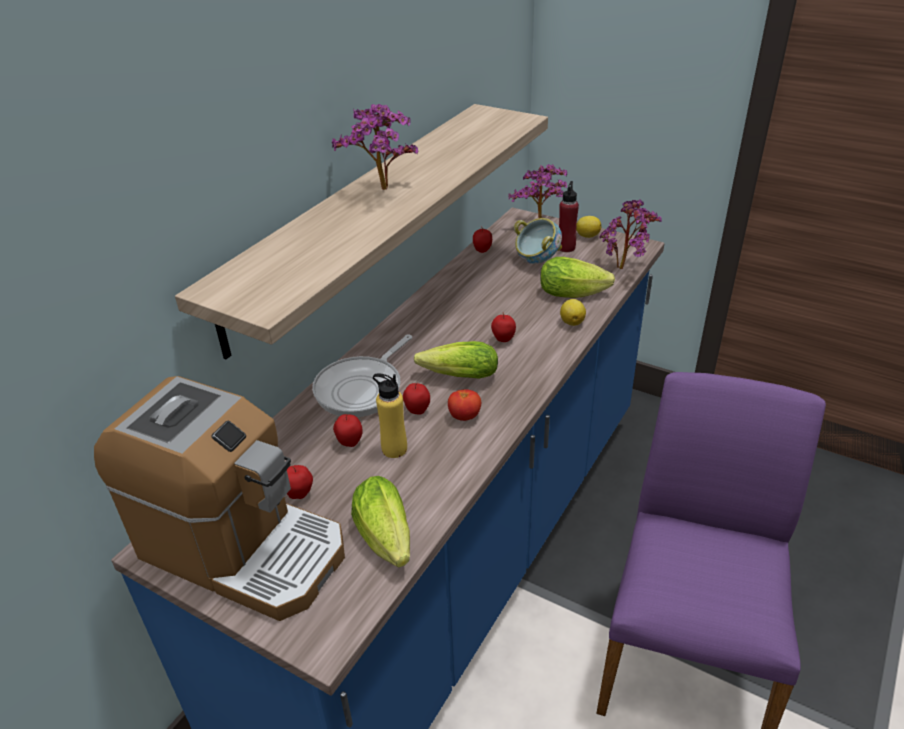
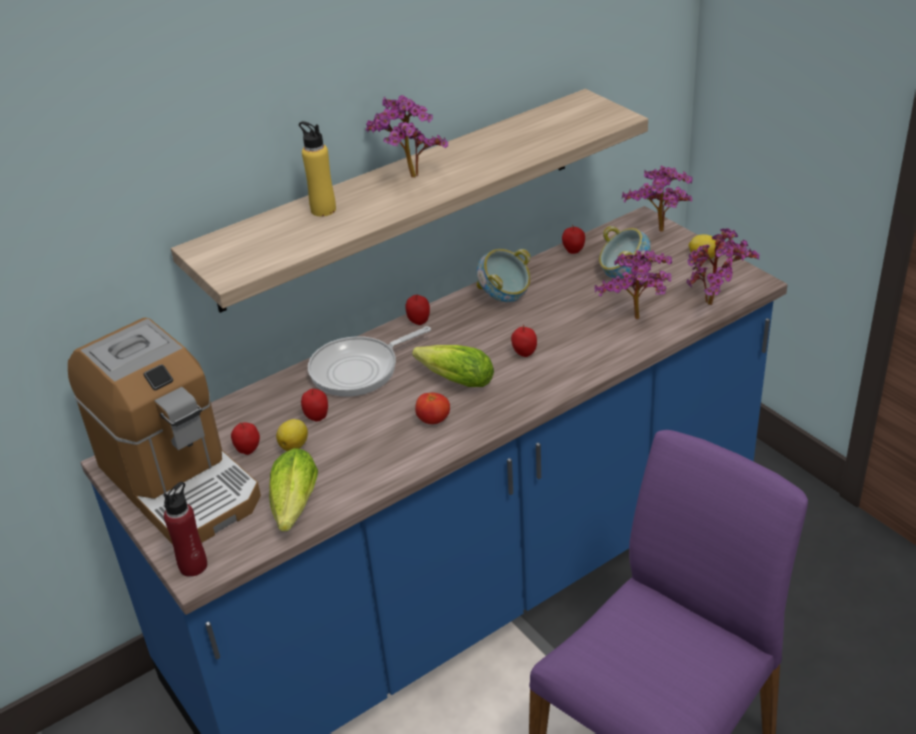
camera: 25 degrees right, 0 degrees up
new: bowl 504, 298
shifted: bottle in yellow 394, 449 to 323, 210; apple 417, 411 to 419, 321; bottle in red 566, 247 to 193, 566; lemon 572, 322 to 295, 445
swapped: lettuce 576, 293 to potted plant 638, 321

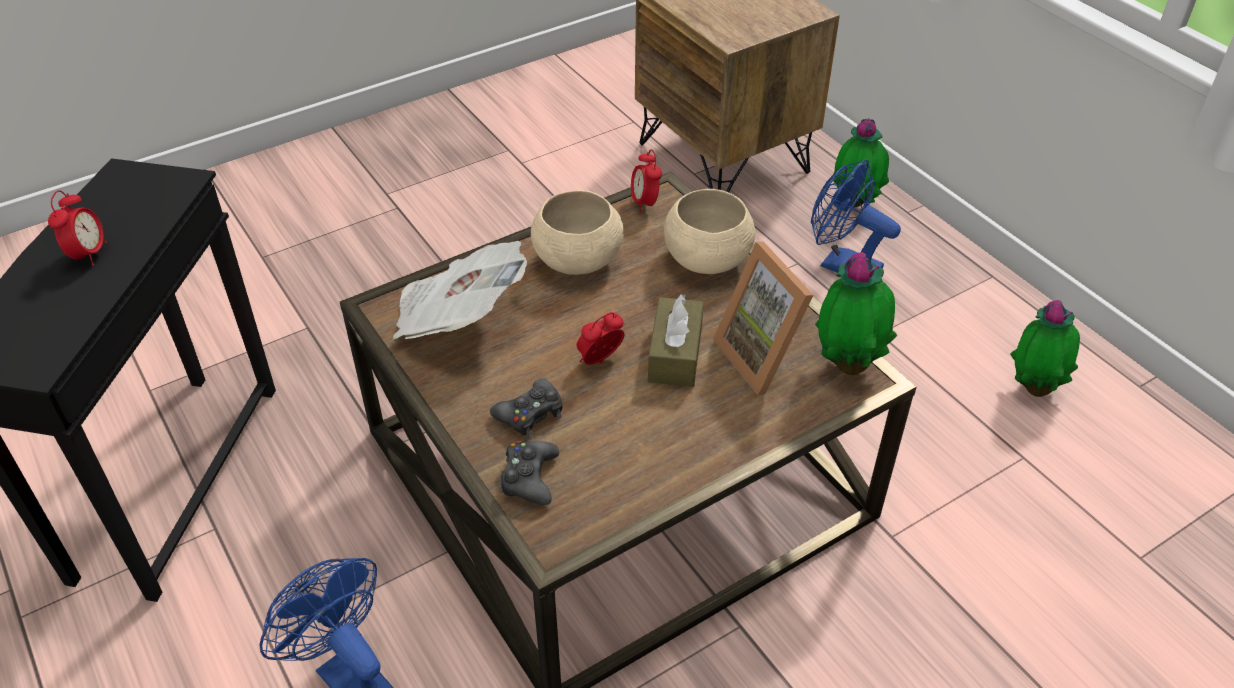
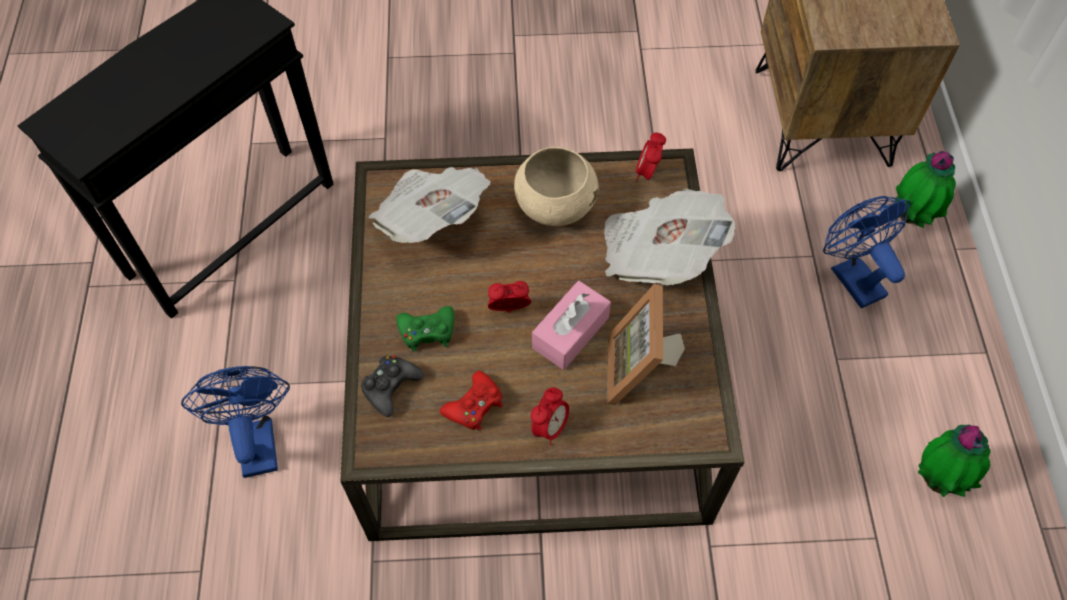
camera: 30 degrees right, 15 degrees up
gone: potted plant 848, 364
new: game controller in red 474, 406
shifted: alarm clock 88, 254 to 549, 427
swapped: bowl in beige 705, 260 to newspaper 658, 253
repainted: game controller in black 530, 414 to game controller in green 427, 331; tissue box in brown 675, 354 to tissue box in pink 570, 332

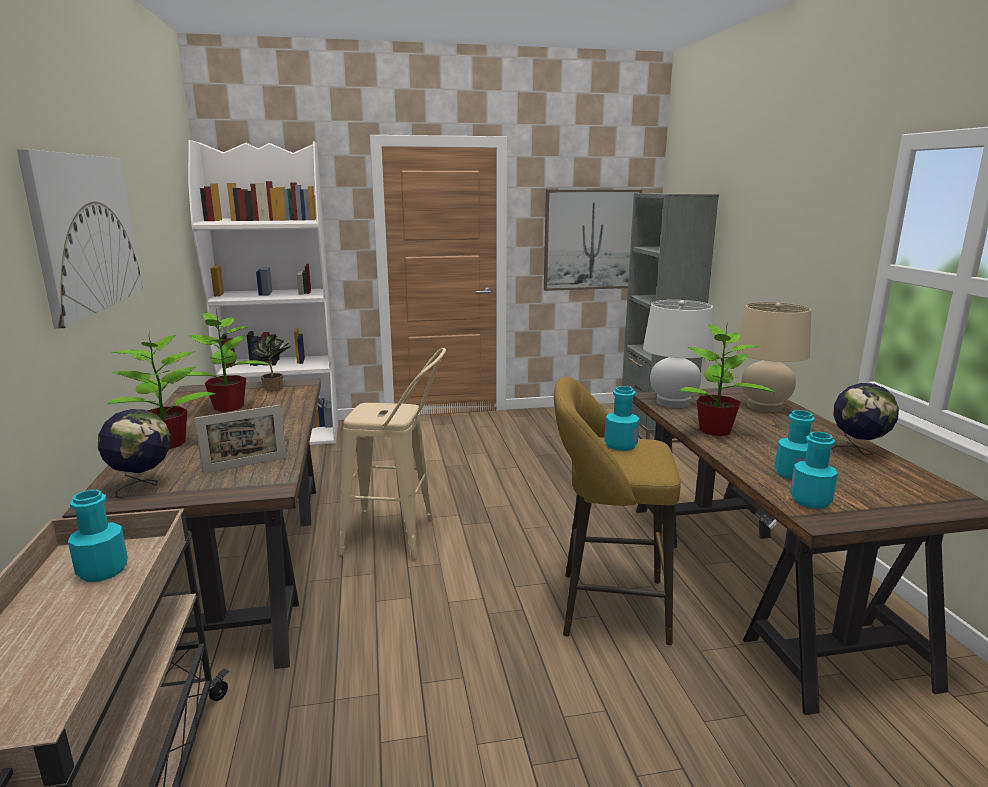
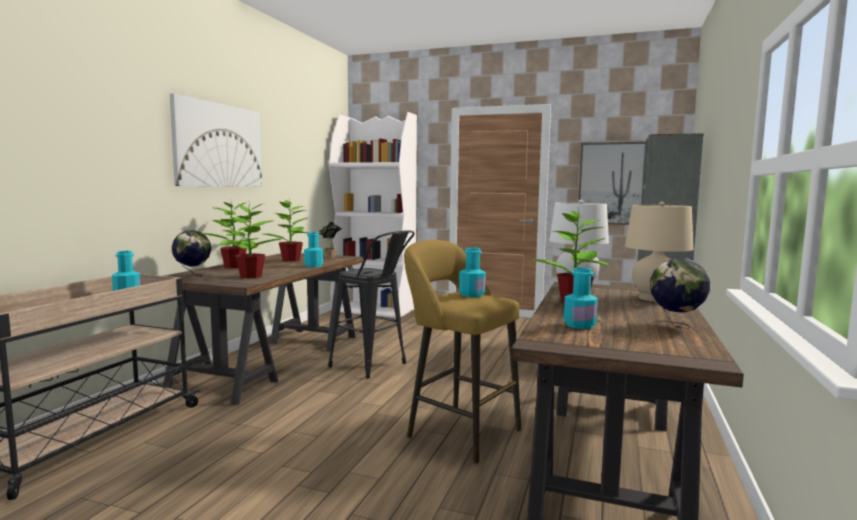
camera: 30 degrees right, 10 degrees down
shifted: bottle in turquoise 810, 501 to 313, 266
swapped: picture frame 245, 465 to potted plant 250, 276
repainted: stool in beige 399, 537 to stool in black 373, 367

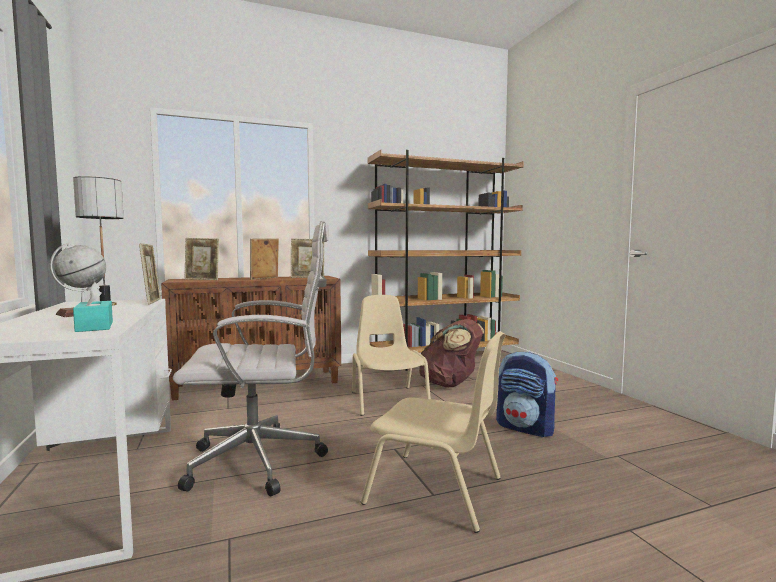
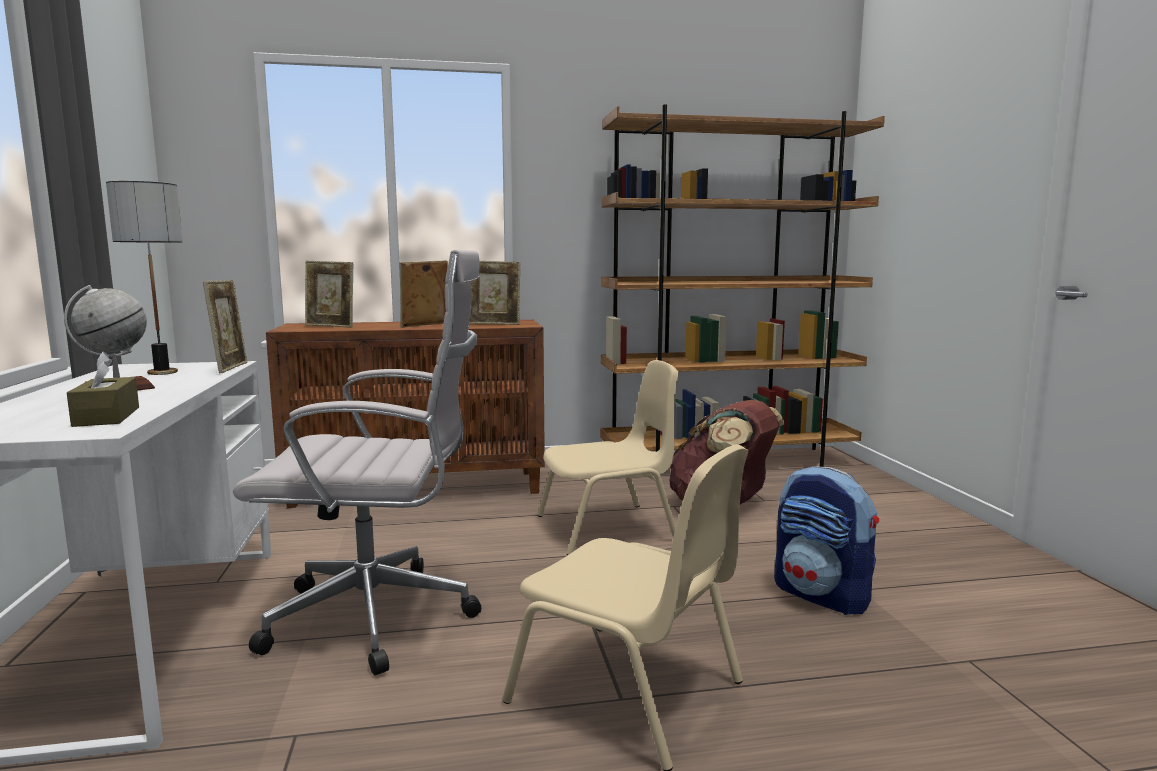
camera: 10 degrees right, 5 degrees up
repainted: tissue box in turquoise 95, 326 to tissue box in brown 107, 417
rotated: chair in beige 388, 400 = 608, 528 75 degrees clockwise

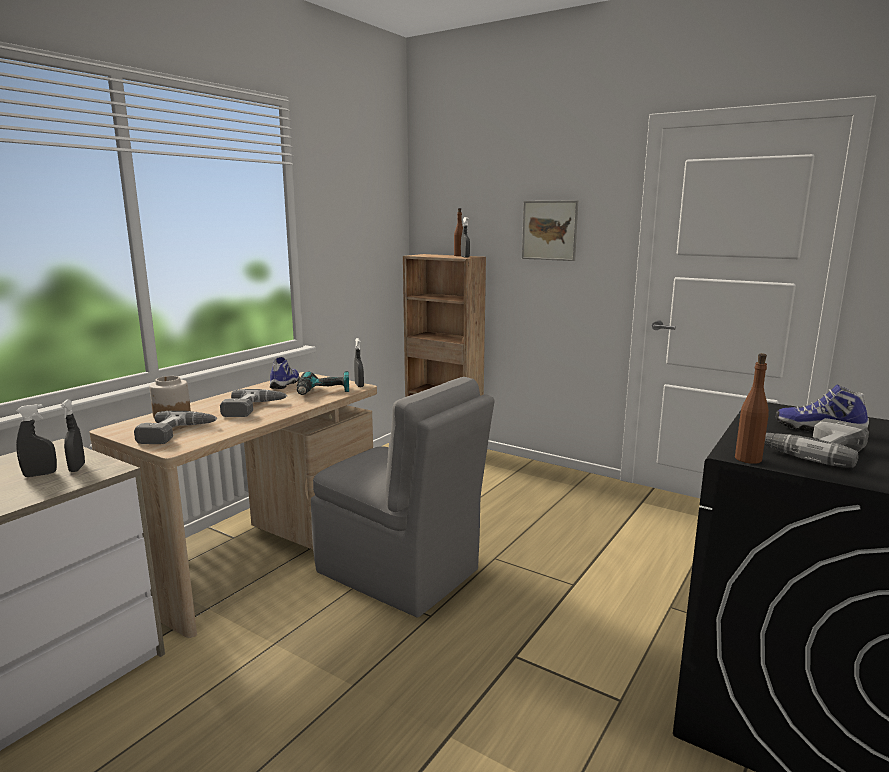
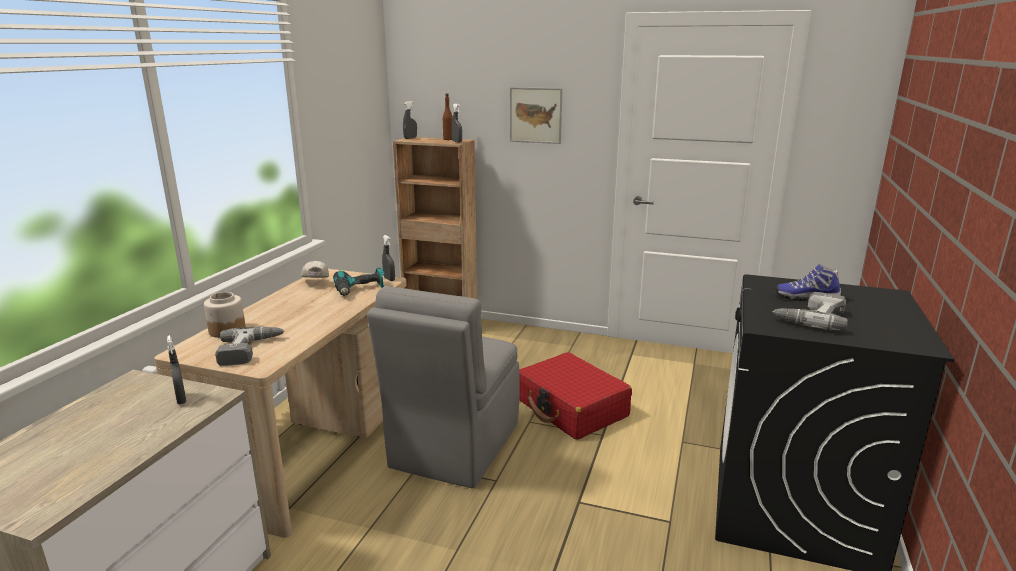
camera: 15 degrees left, 5 degrees up
gone: power drill 254, 409; bottle in brown 748, 459
new: suitcase in red 571, 408
shifted: spray bottle in grey 40, 474 to 410, 138
swapped: shoe 286, 384 to cap in white 315, 284
rotated: chair in grey 400, 573 = 453, 447 90 degrees clockwise

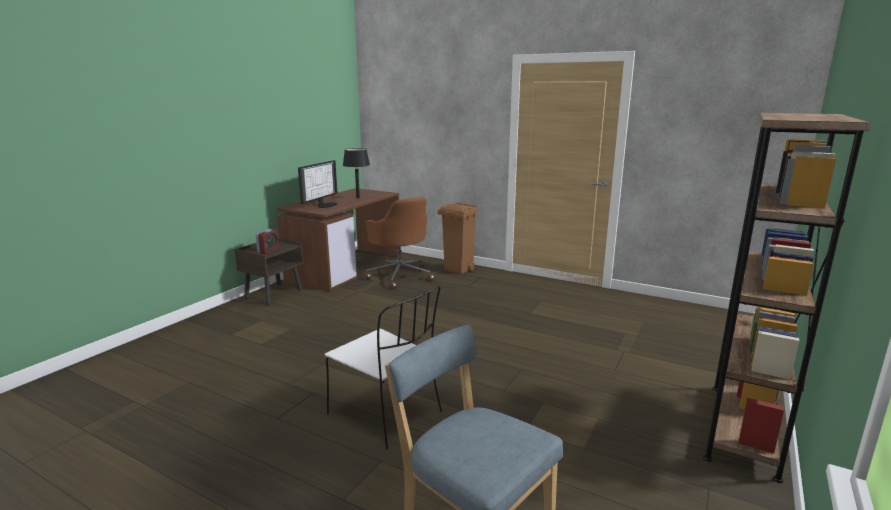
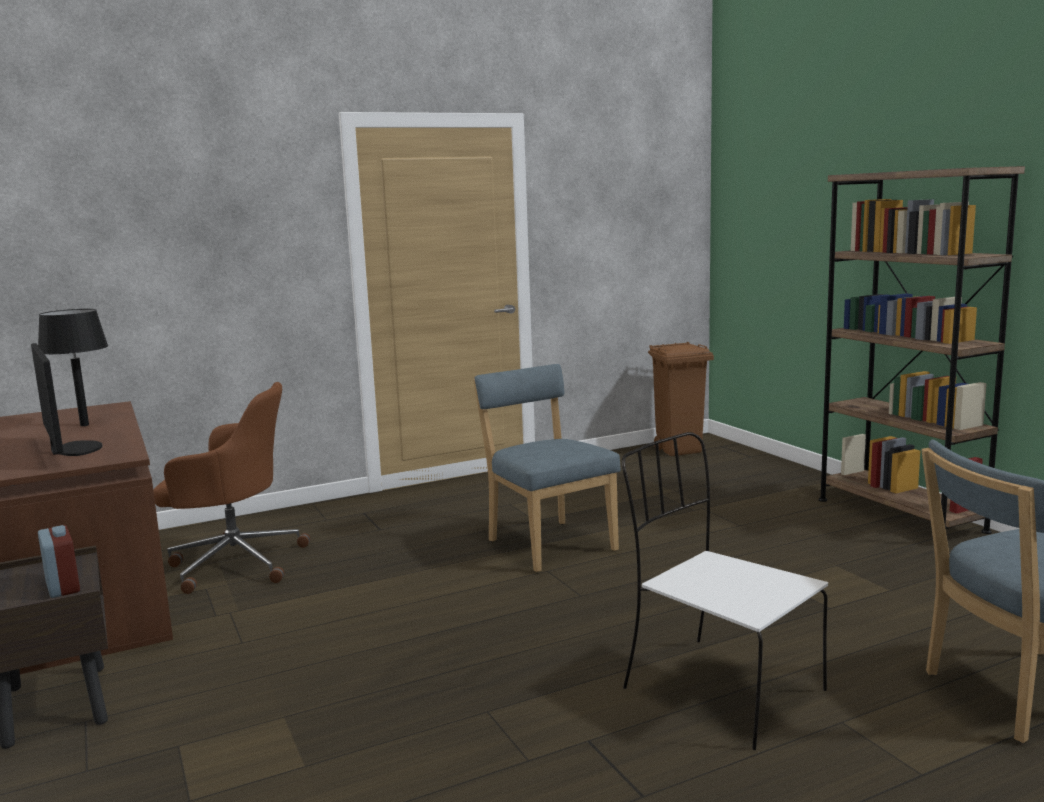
camera: 55 degrees left, 5 degrees down
new: chair in blue 548, 544
shifted: trash can in brown 459, 270 to 679, 450
rotated: chair in white 387, 414 = 718, 688 120 degrees counterclockwise

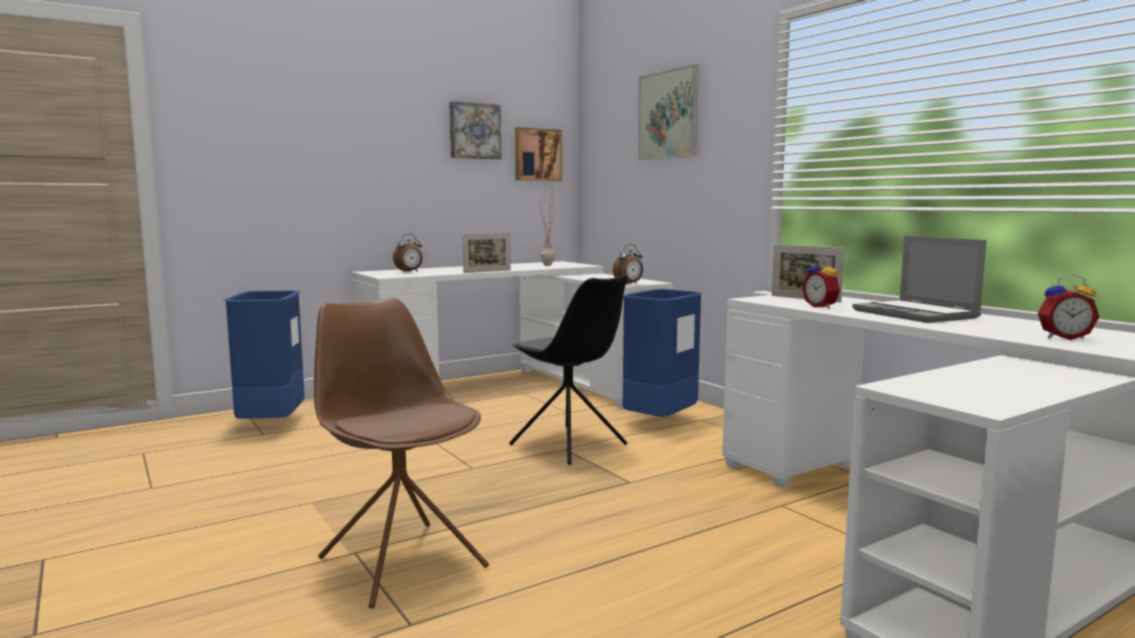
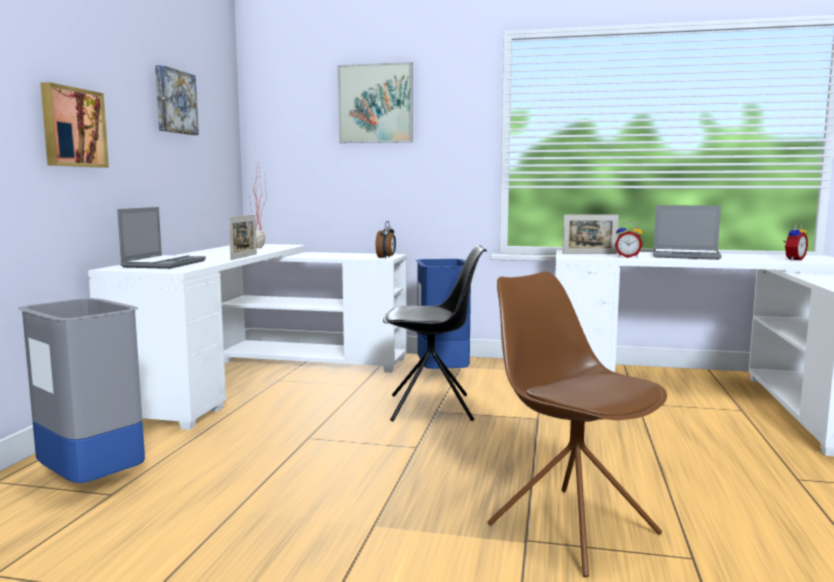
camera: 45 degrees left, 0 degrees up
shifted: picture 537, 155 to 72, 127
swapped: alarm clock 409, 272 to laptop 164, 264
repainted: trash can in blue 271, 425 to trash can in grey 91, 483
rotated: chair in brown 401, 561 = 570, 527 45 degrees clockwise

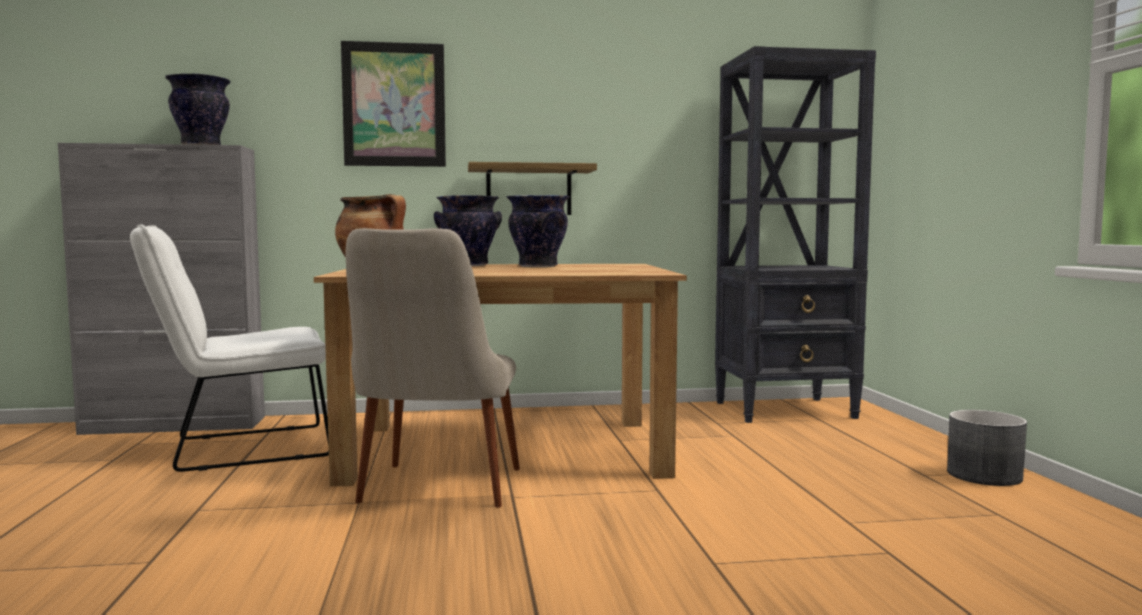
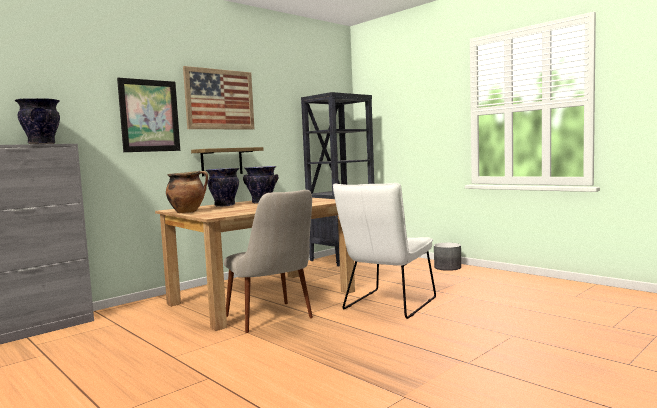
camera: 35 degrees left, 0 degrees up
new: picture 220, 99
shifted: chair in white 239, 449 to 387, 305

